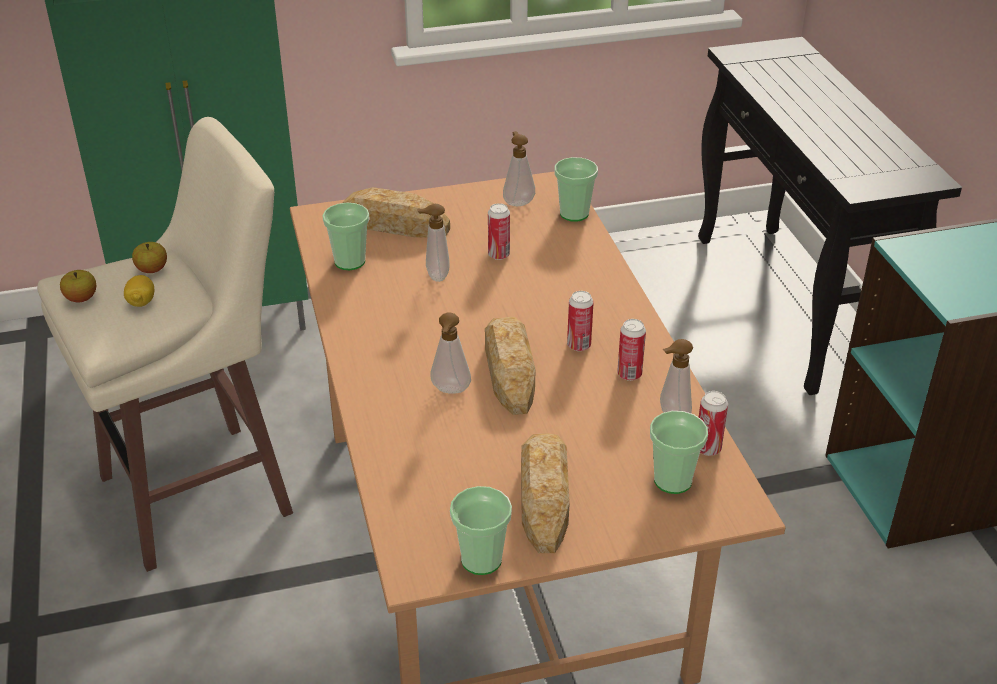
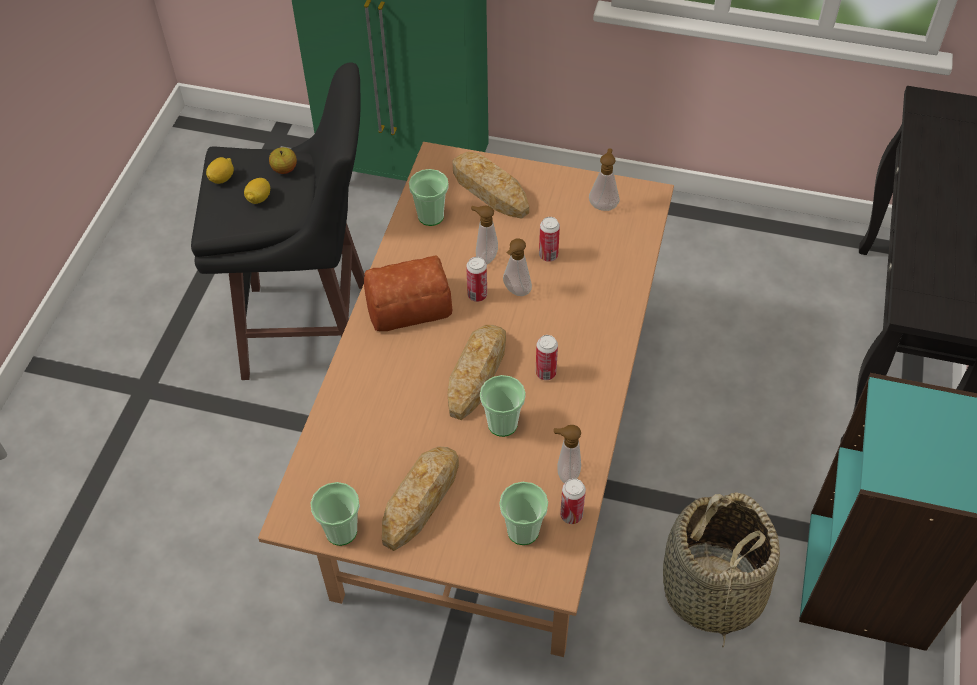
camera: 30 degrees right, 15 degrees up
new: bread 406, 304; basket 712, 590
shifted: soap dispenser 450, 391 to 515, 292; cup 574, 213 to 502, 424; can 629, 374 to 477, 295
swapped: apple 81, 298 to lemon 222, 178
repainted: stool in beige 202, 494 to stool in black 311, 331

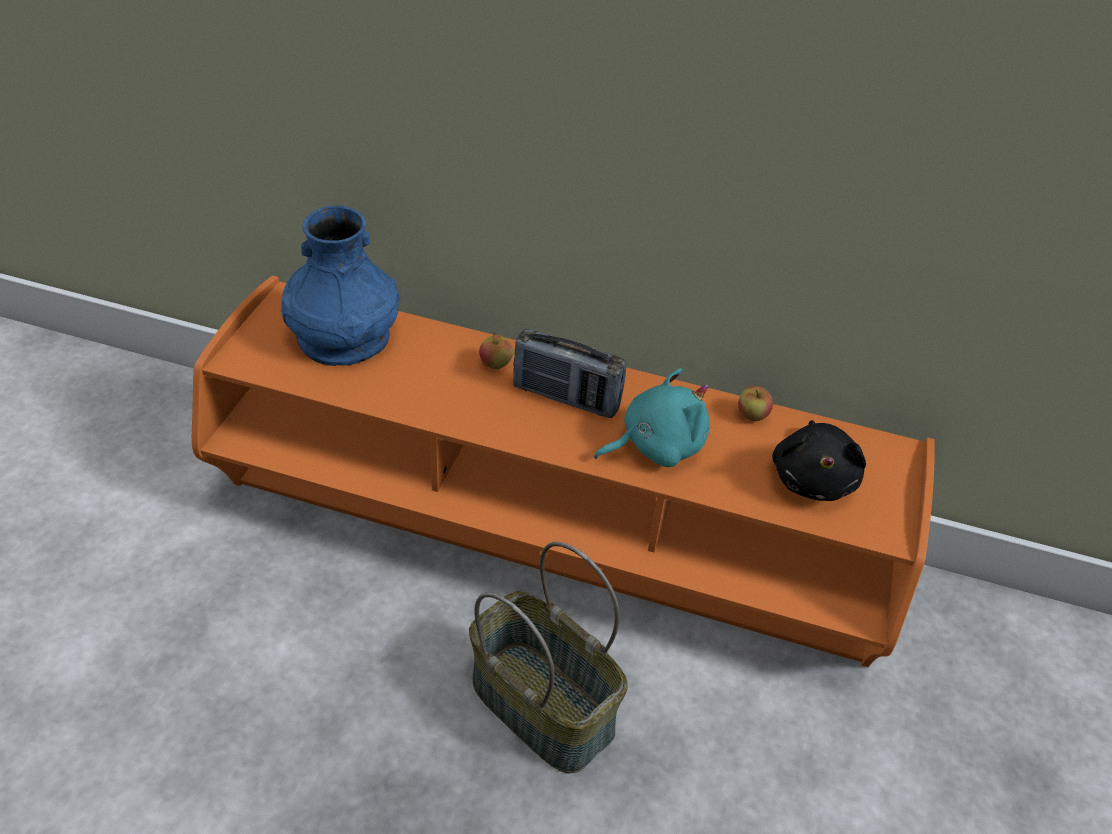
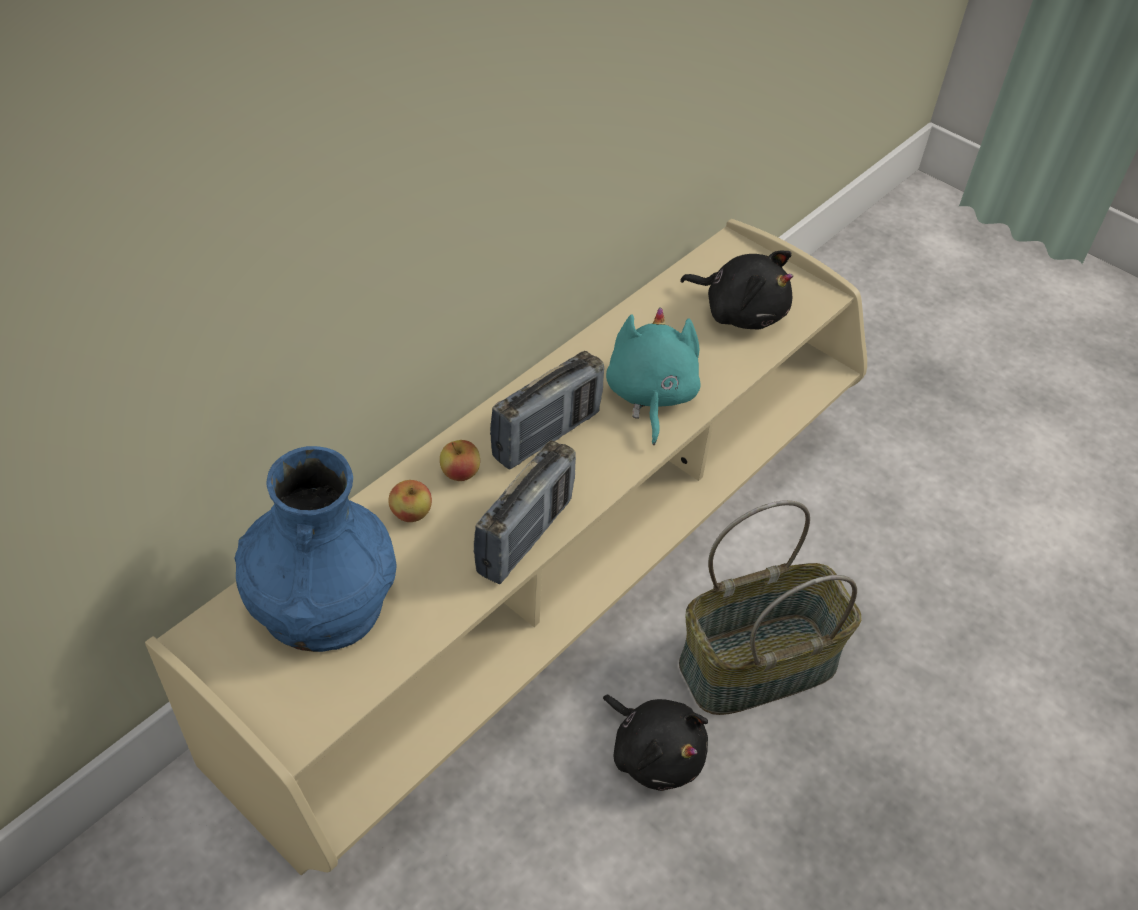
camera: 65 degrees left, 5 degrees up
new: radio 525, 536; plush toy in black 654, 752
shifted: apple 752, 415 to 411, 513
repainted: tv stand in orange 547, 541 to tv stand in beige 560, 581

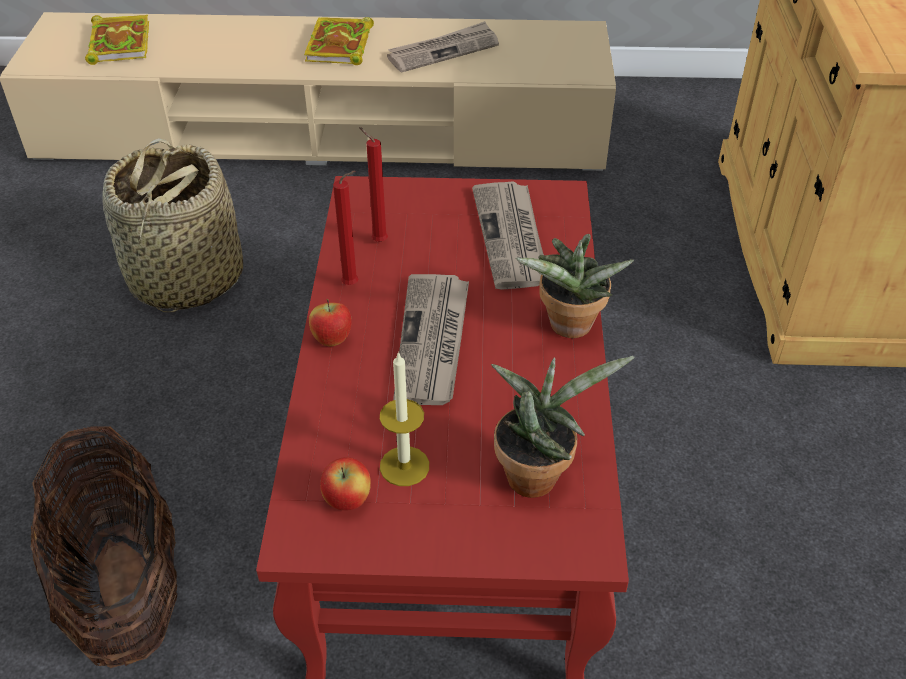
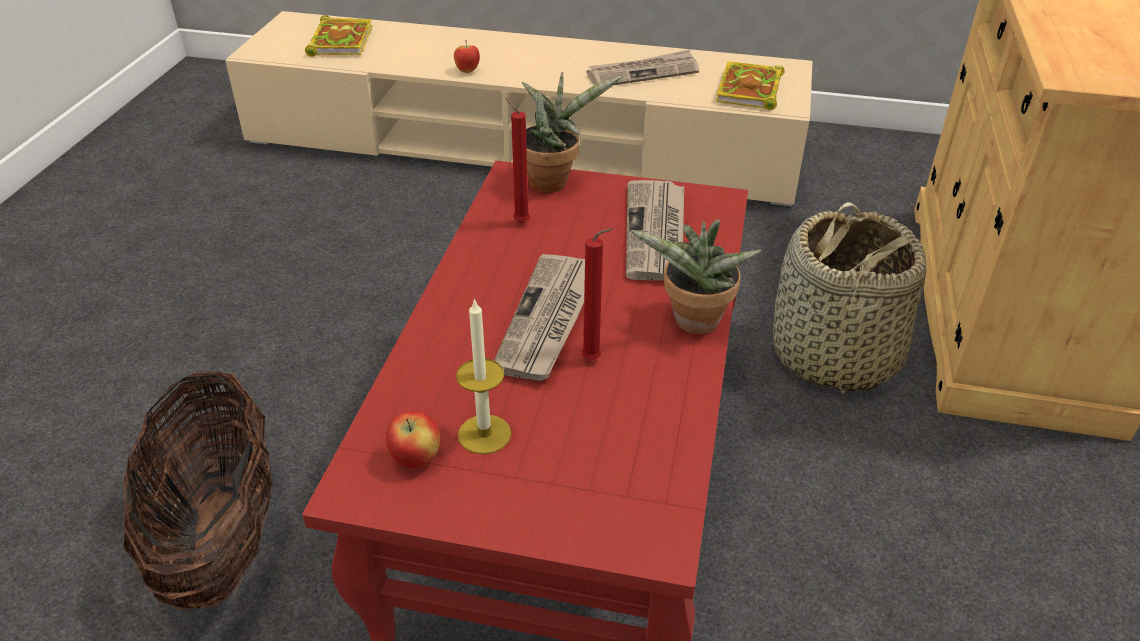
camera: 10 degrees right, 5 degrees down
shifted: basket 185, 279 to 833, 356; book 340, 46 to 750, 91; apple 332, 340 to 467, 71; candle in red 353, 284 to 594, 360; potted plant 537, 473 to 553, 181

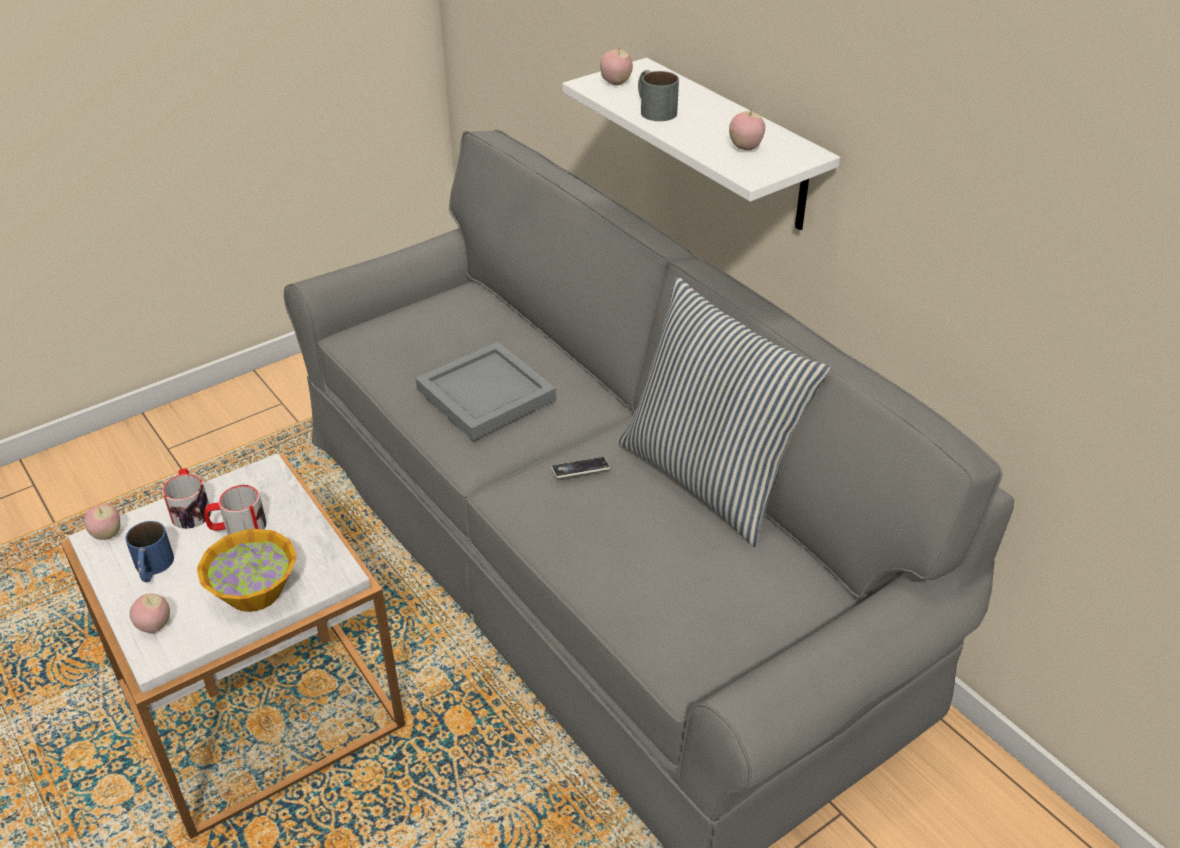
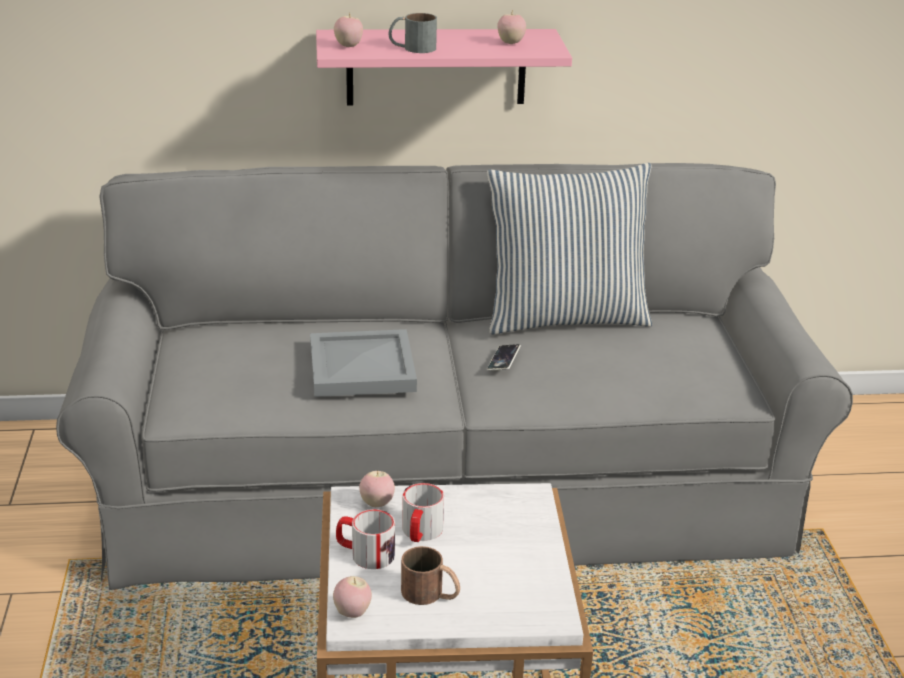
camera: 60 degrees left, 10 degrees down
gone: bowl 255, 592
shifted: apple 154, 626 to 377, 504
repainted: mug in blue 152, 568 to mug in brown 431, 594; shelf in white 732, 146 to shelf in pink 436, 67

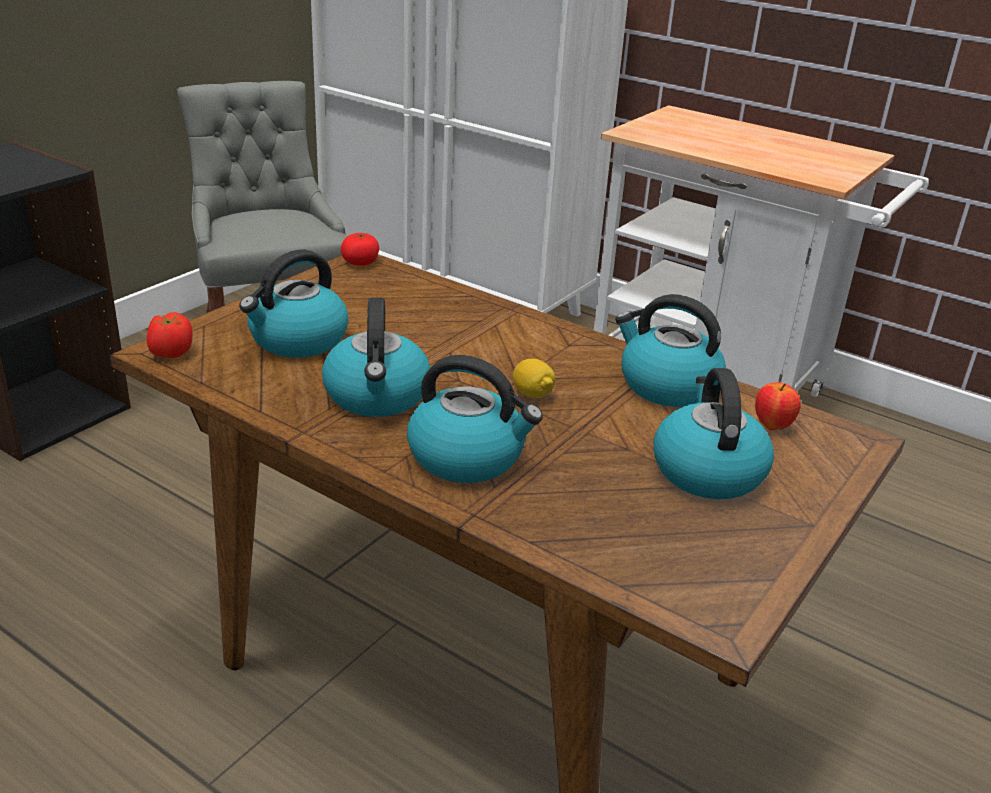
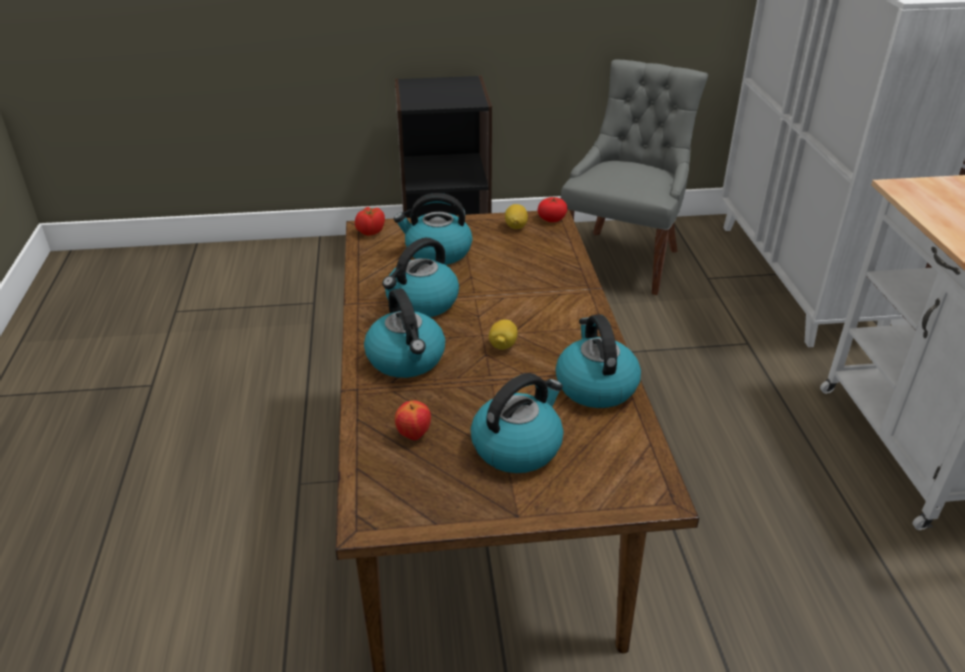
camera: 50 degrees right, 5 degrees up
new: lemon 516, 226
shifted: apple 772, 426 to 413, 435

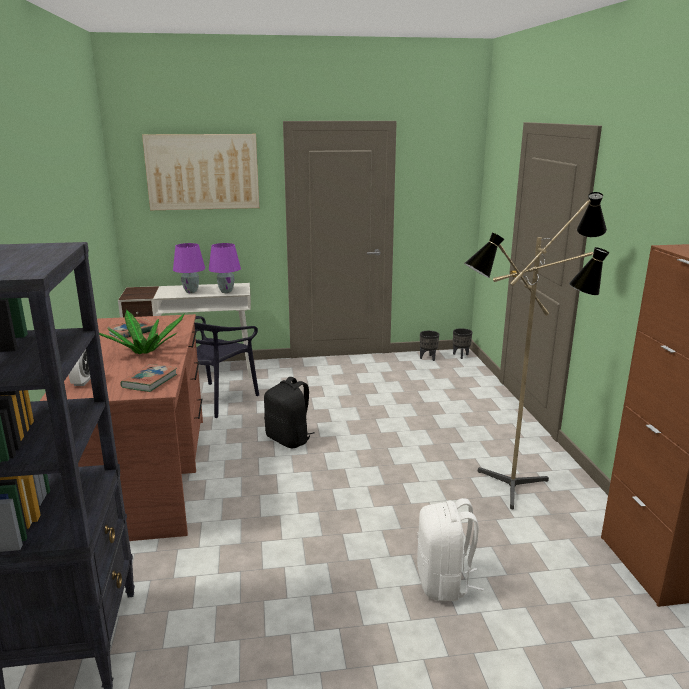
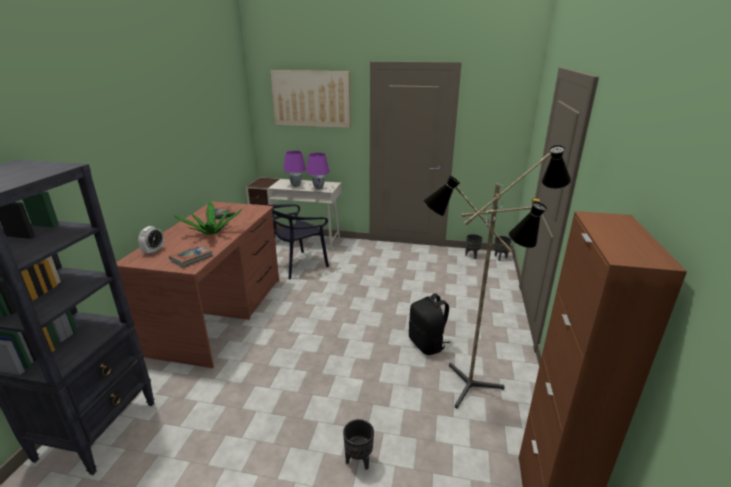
camera: 20 degrees right, 5 degrees up
shifted: backpack in black 289, 439 to 427, 344
swapped: backpack in white 444, 582 to planter in black 359, 460

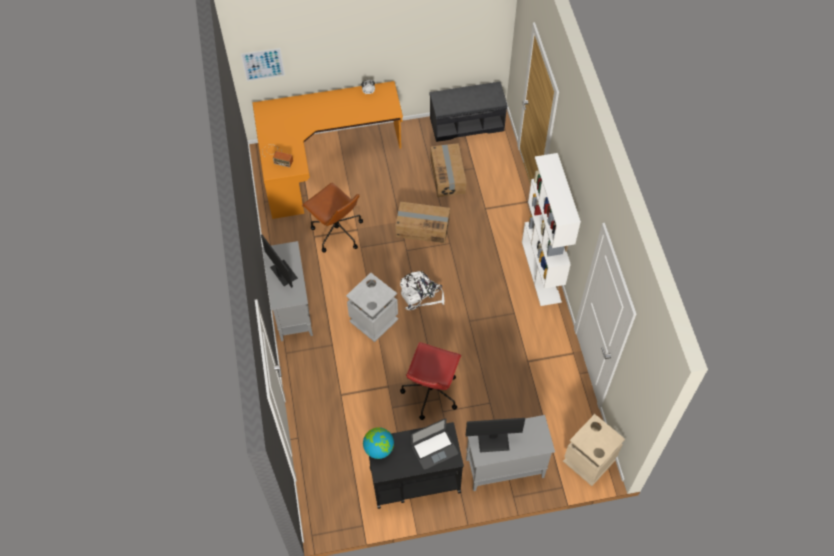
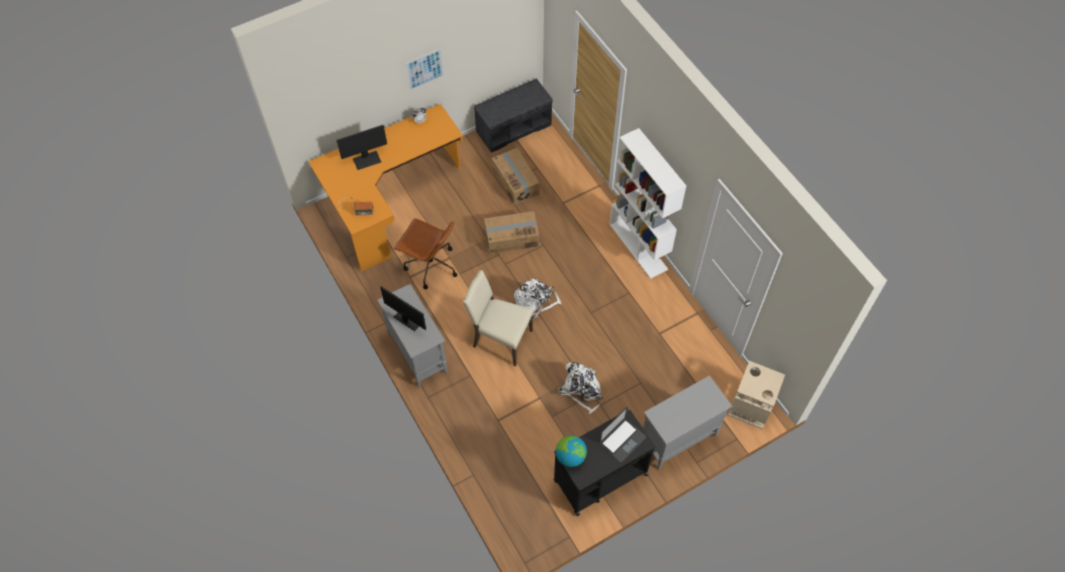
camera: 20 degrees left, 0 degrees up
shifted: picture 263, 64 to 425, 69; monitor 493, 442 to 367, 160
swapped: trash can in grey 373, 320 to chair in beige 500, 339; office chair in red 430, 392 to backpack in white 582, 390

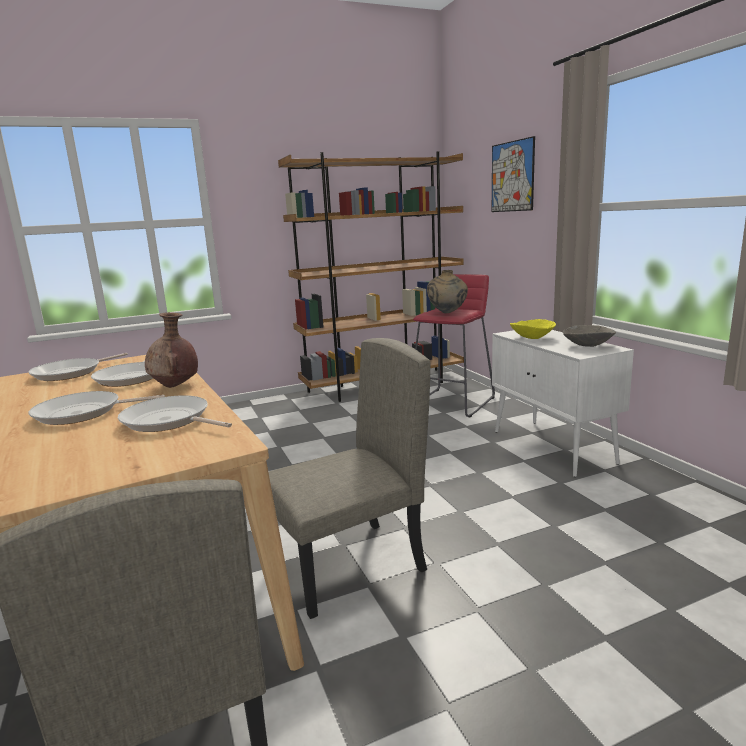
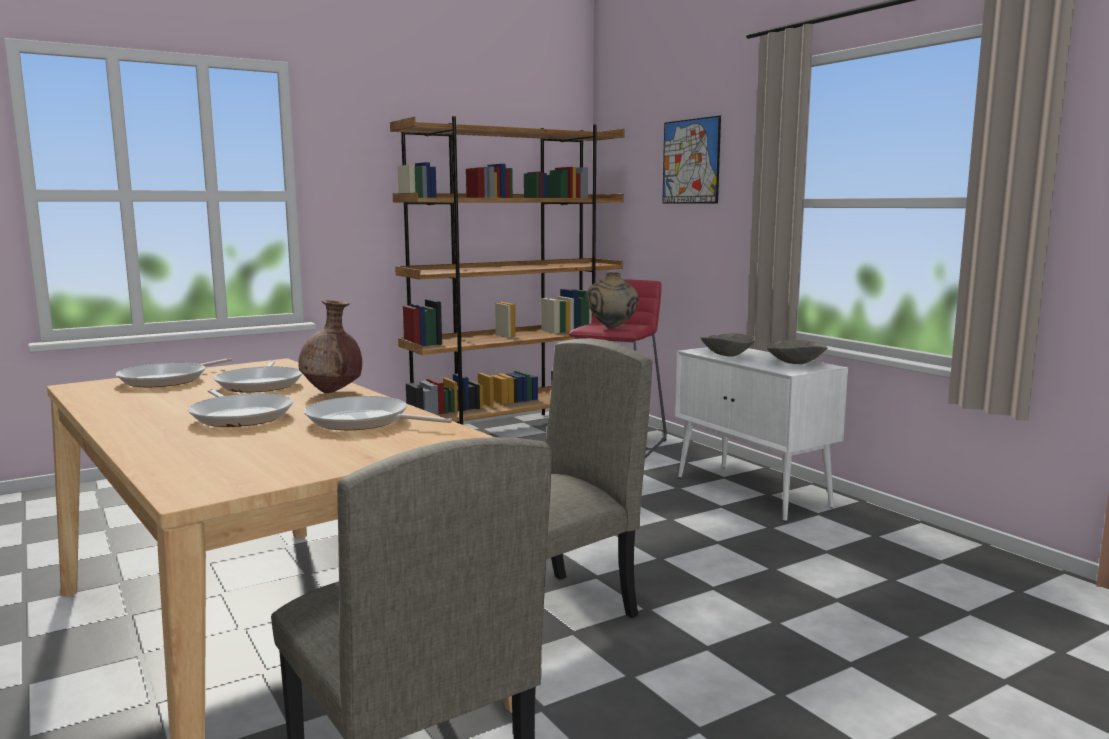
camera: 10 degrees left, 5 degrees down
repainted: bowl in yellow 531, 338 to bowl in grey 726, 355
rotated: frying pan 83, 413 = 240, 416 105 degrees counterclockwise

